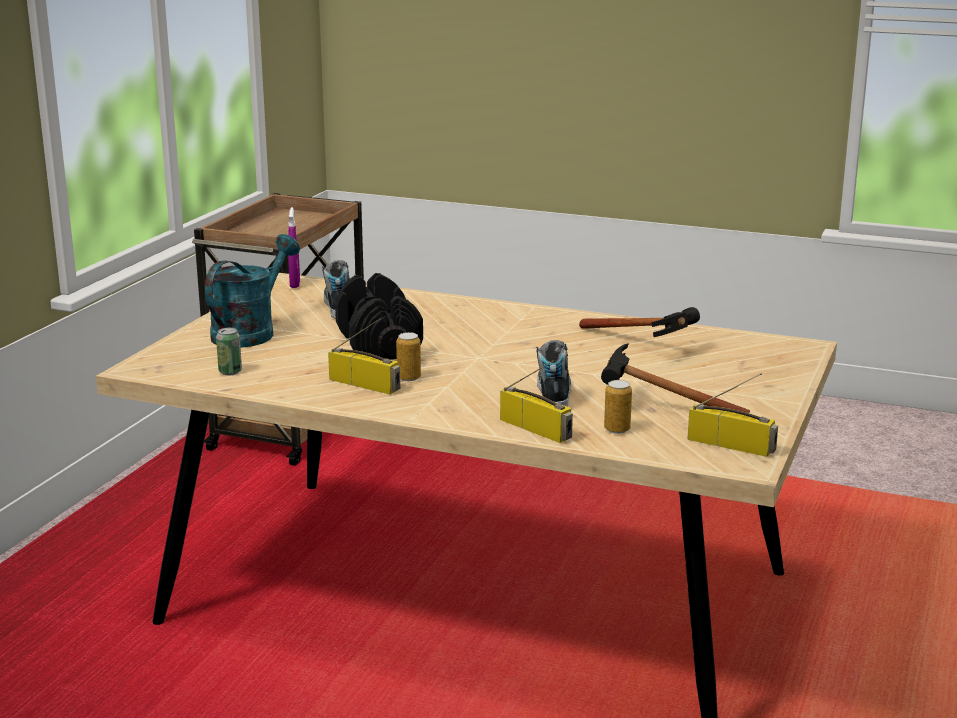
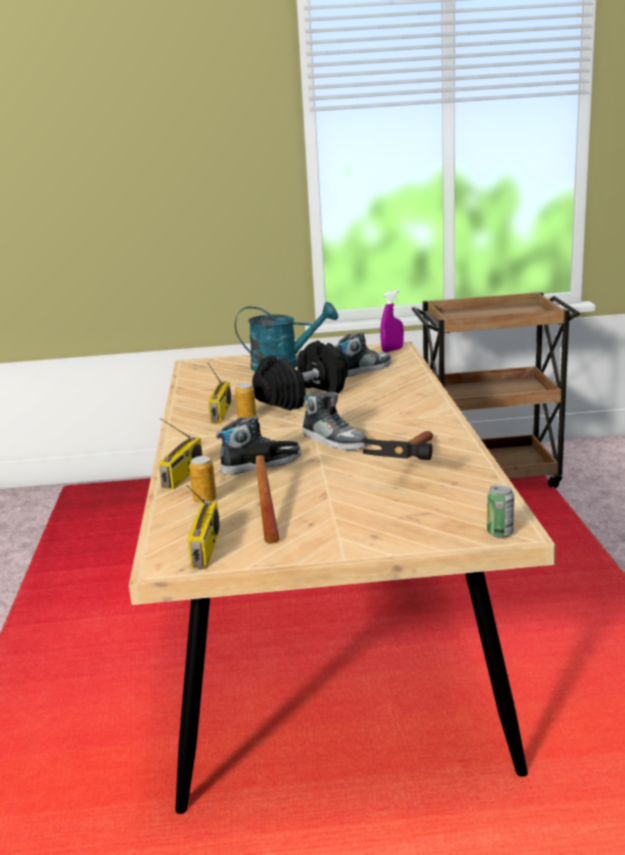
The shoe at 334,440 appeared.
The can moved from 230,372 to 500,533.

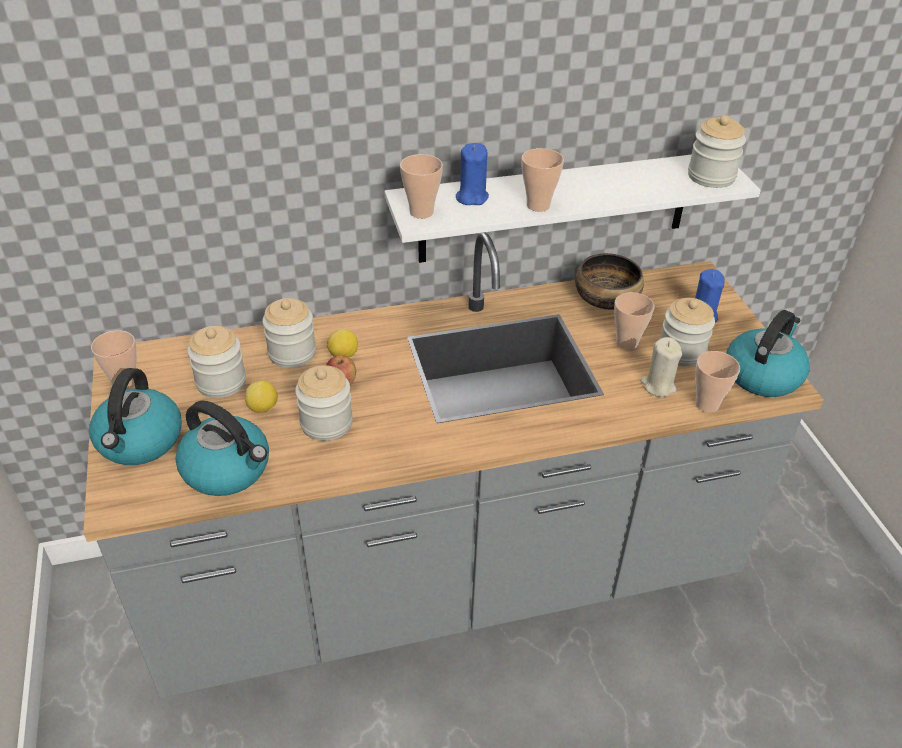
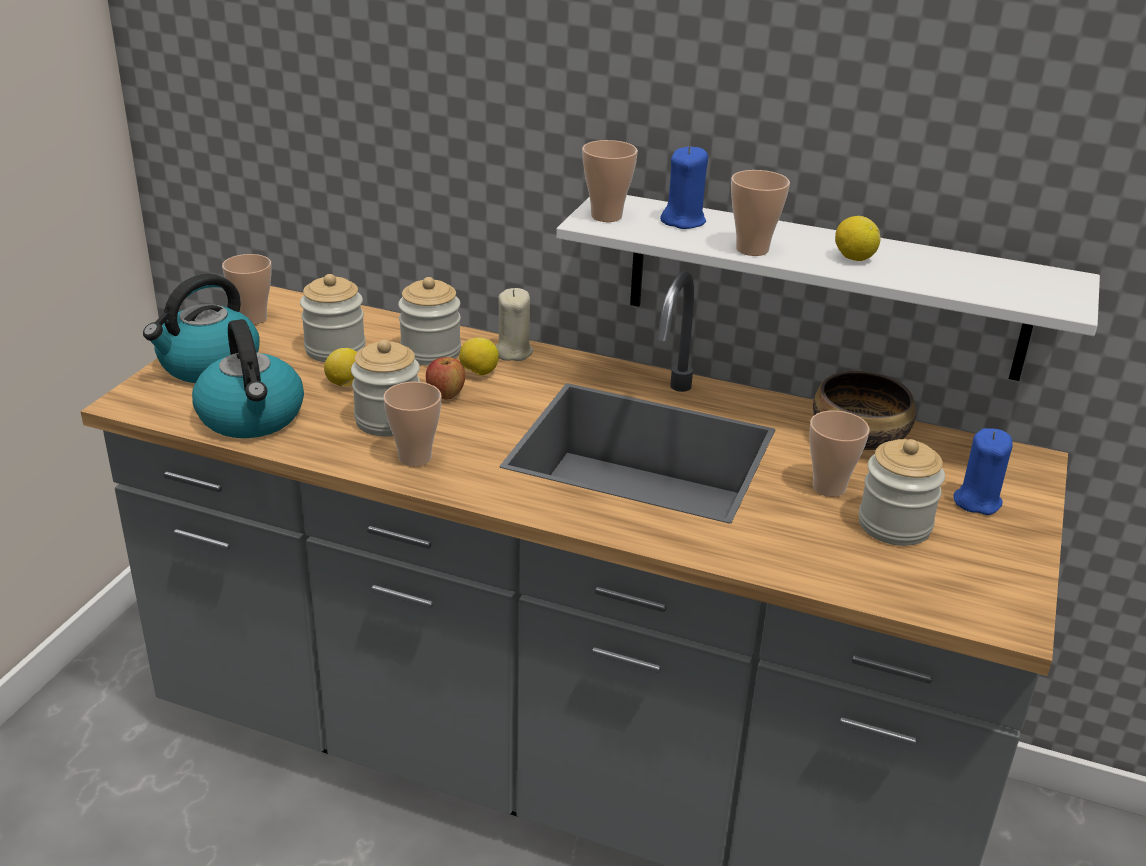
The jar at 711,176 disappeared.
The kettle at 762,374 disappeared.
The lemon at 853,258 appeared.
The beige_candle moved from 658,386 to 512,352.
The cup moved from 707,404 to 415,458.

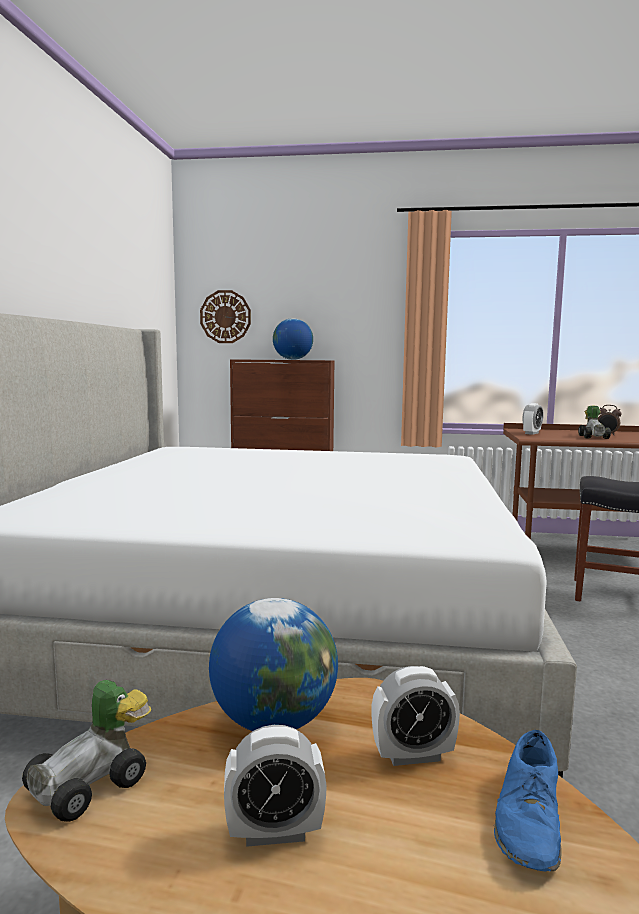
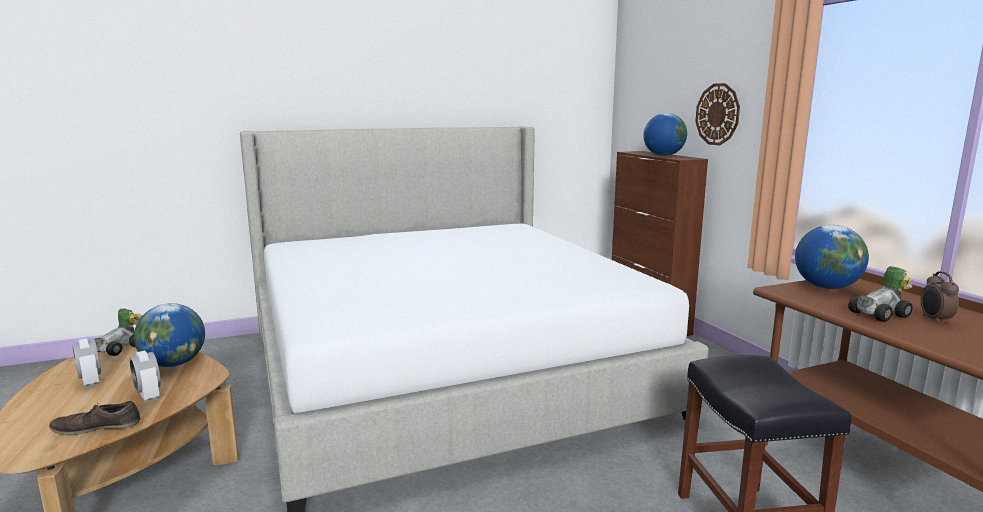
The wall_clock moved from 225,317 to 717,114.
The alarm_clock at 531,433 was replaced by the globe at 826,287.
The blue_shoe at 529,818 became the brown_shoe at 97,427.
The toy_car at 94,784 turned 75 degrees counterclockwise.

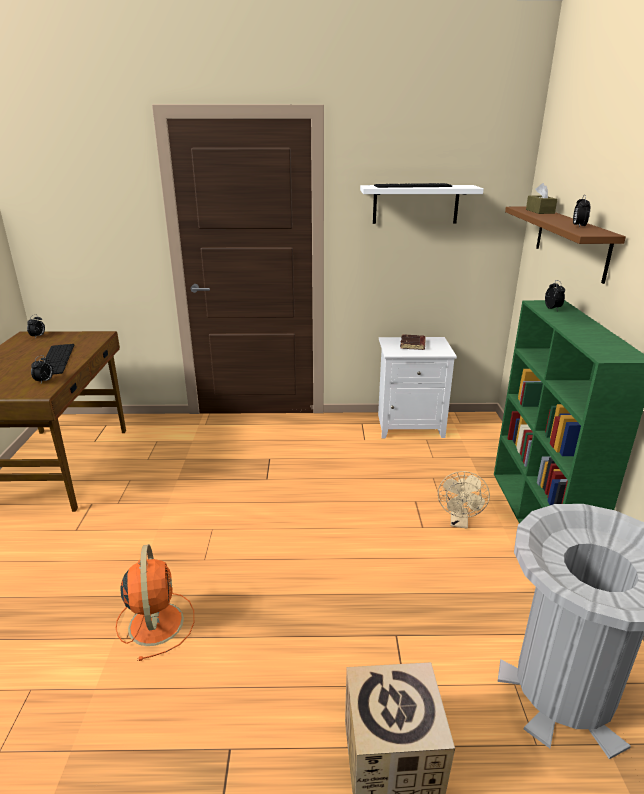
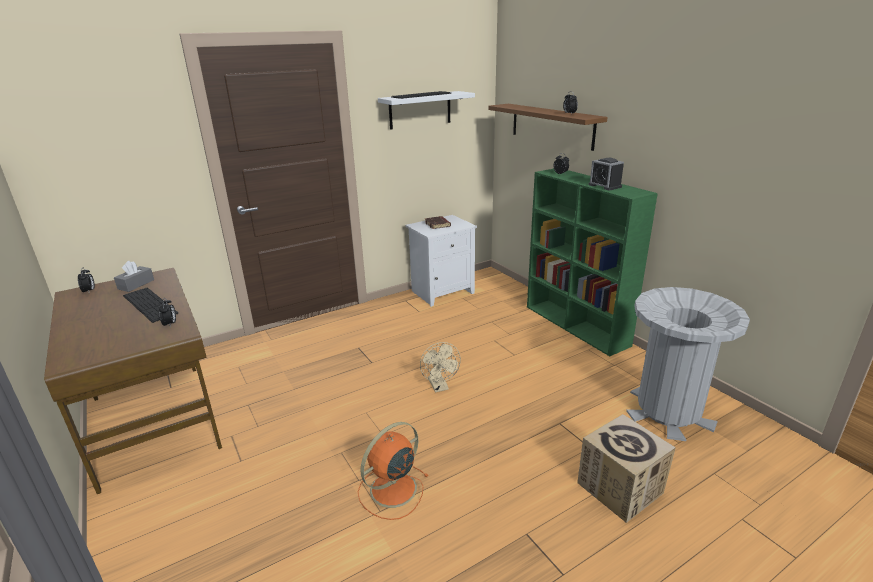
The brown_tissue_box at 540,211 disappeared.
The grey_tissue_box at 136,284 appeared.
The alarm_clock at 605,186 appeared.
The beige_fan moved from 459,522 to 440,387.
The orange_fan at 156,622 turned 90 degrees counterclockwise.

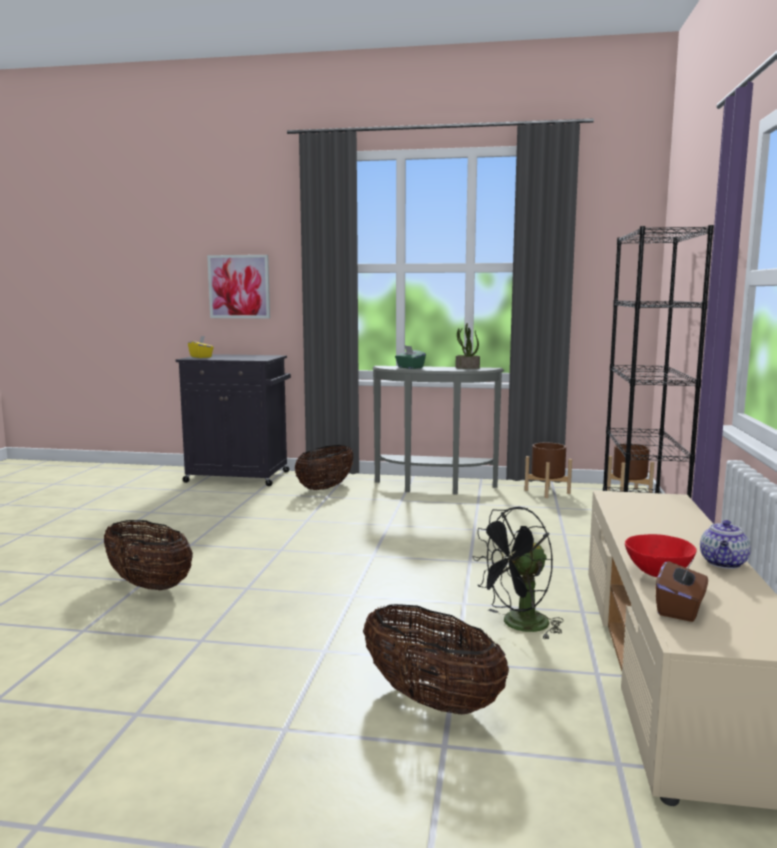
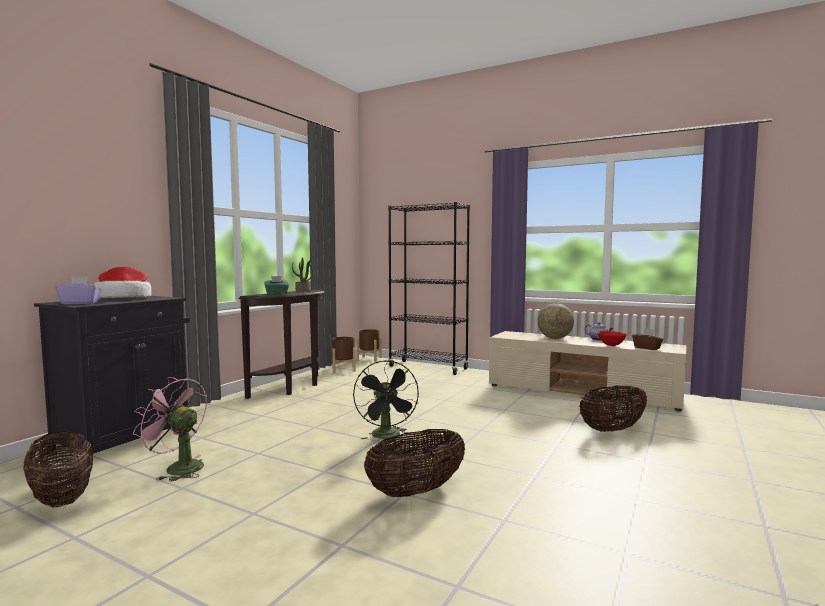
The picture at 239,286 disappeared.
The hat at 124,298 appeared.
The pink_fan at 178,468 appeared.
The globe at 555,338 appeared.
The basket moved from 325,488 to 62,498.
The black_fan moved from 518,625 to 387,437.
The yellow_tissue_box at 201,357 became the purple_tissue_box at 80,303.
The grey_console_table at 434,488 became the brown_console_table at 293,387.

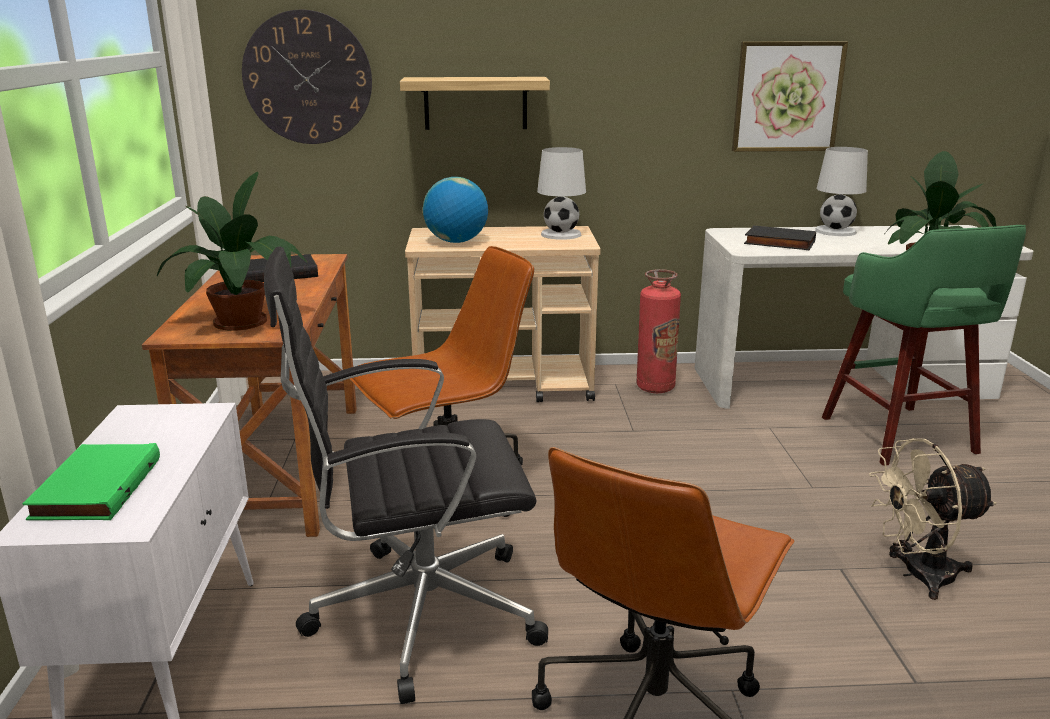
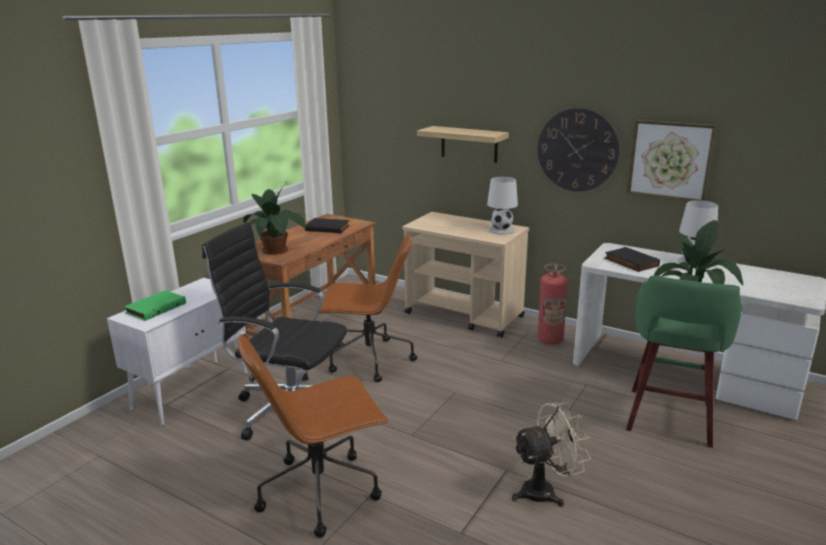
The globe at 456,241 disappeared.
The wall_clock moved from 307,78 to 577,150.
The beige_fan at 917,575 turned 135 degrees clockwise.

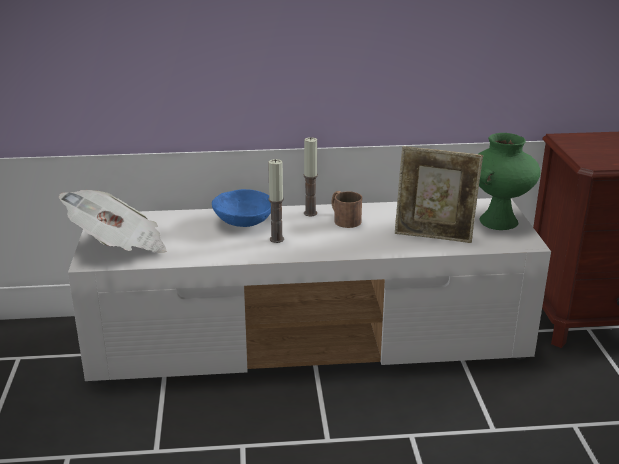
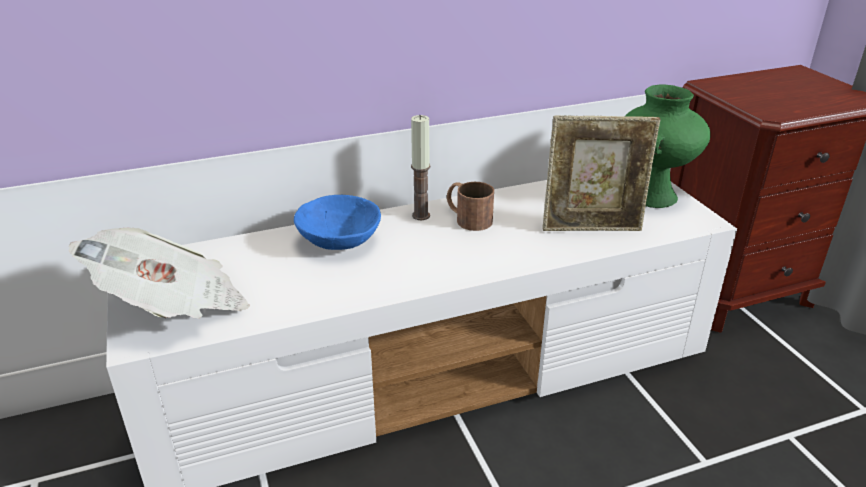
The candle at 276,239 disappeared.

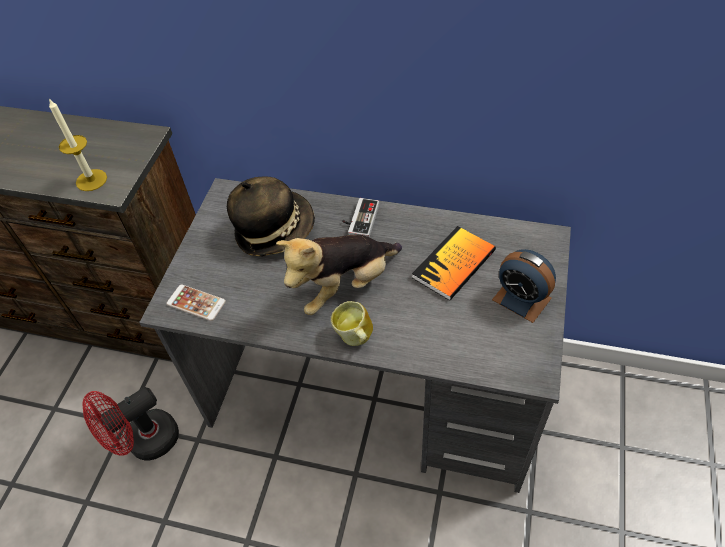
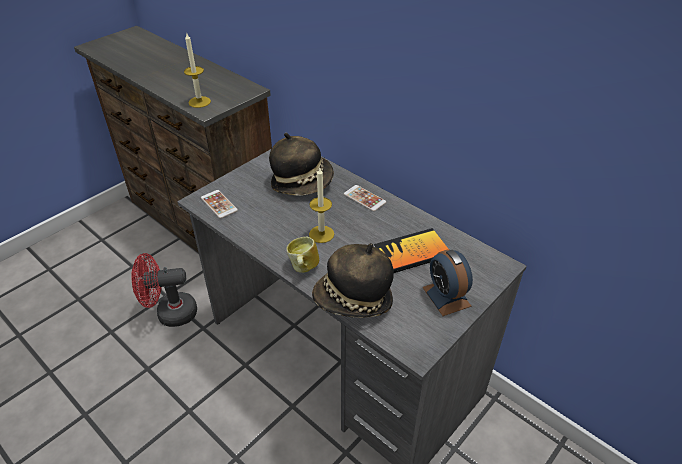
The hat at 353,300 appeared.
The plush_toy at 344,286 was replaced by the candle at 321,234.
The game_controller at 359,220 was replaced by the phone at 364,198.

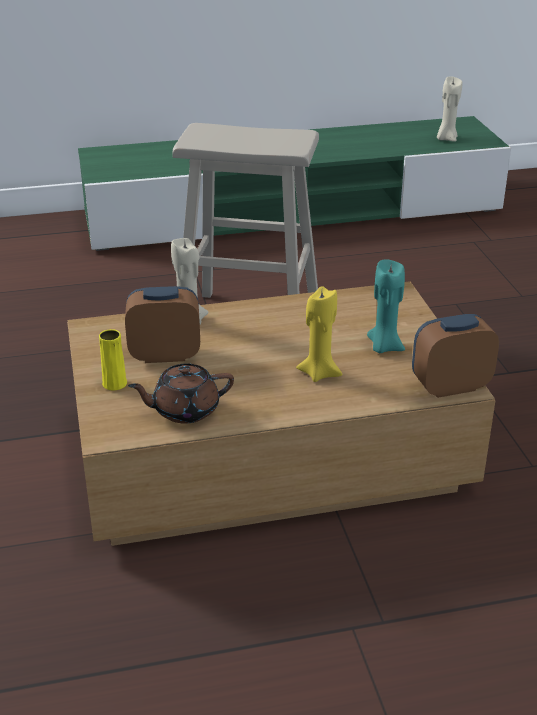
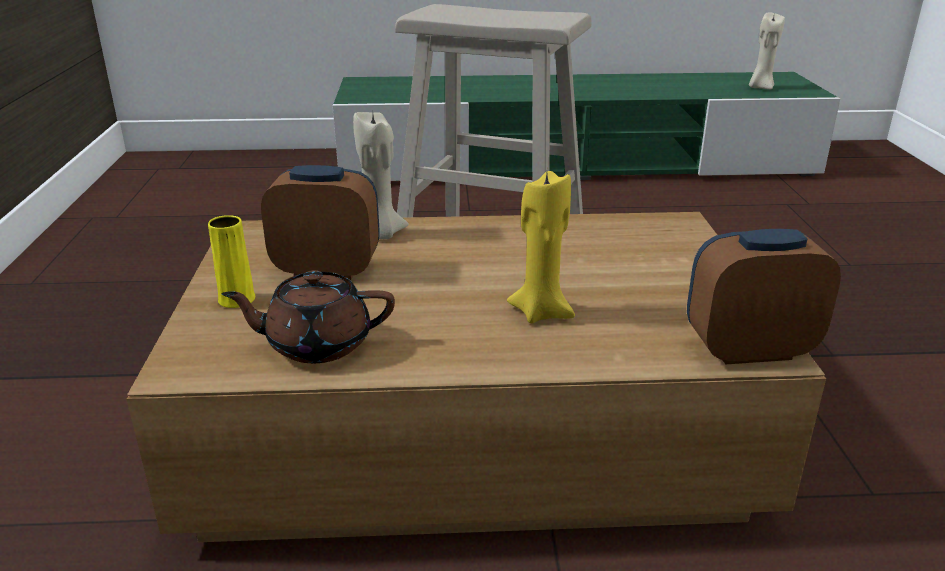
The turquoise_candle at 384,347 disappeared.

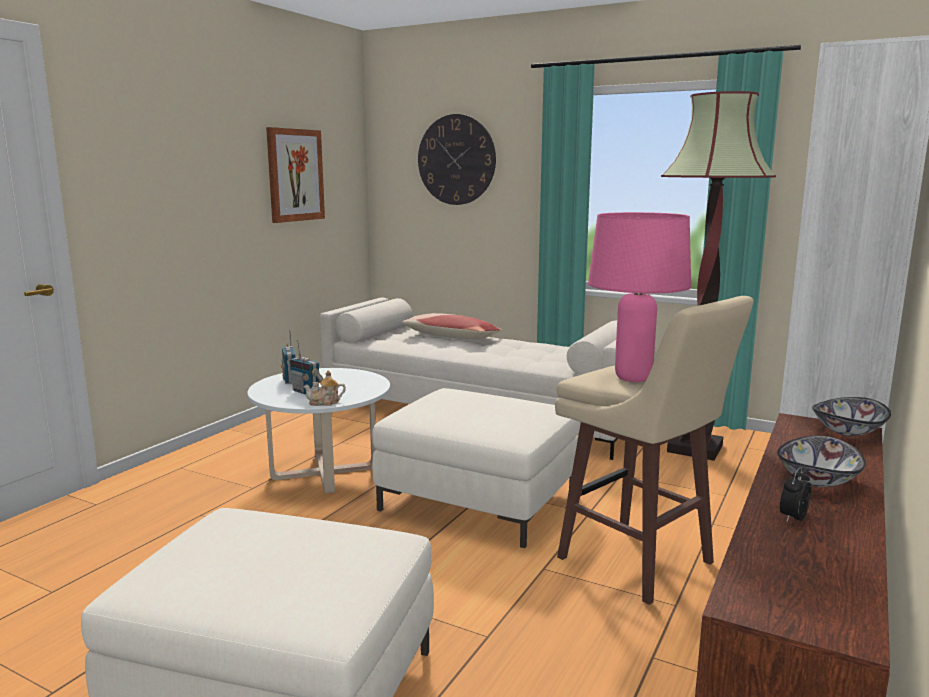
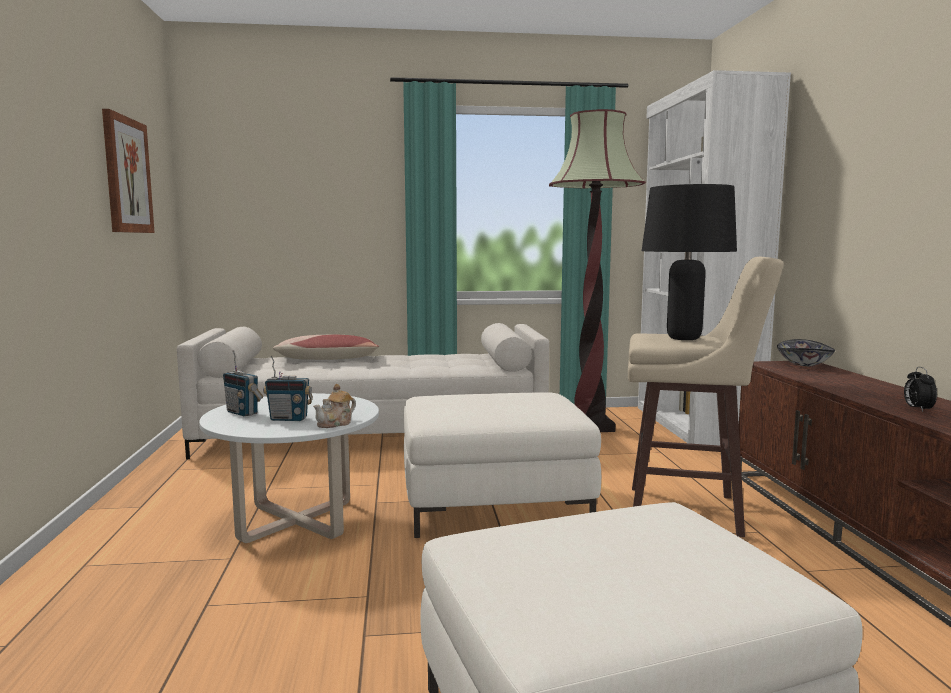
The wall_clock at 456,160 disappeared.
The bowl at 818,480 disappeared.
The pink_table_lamp at 634,379 became the black_table_lamp at 684,338.

